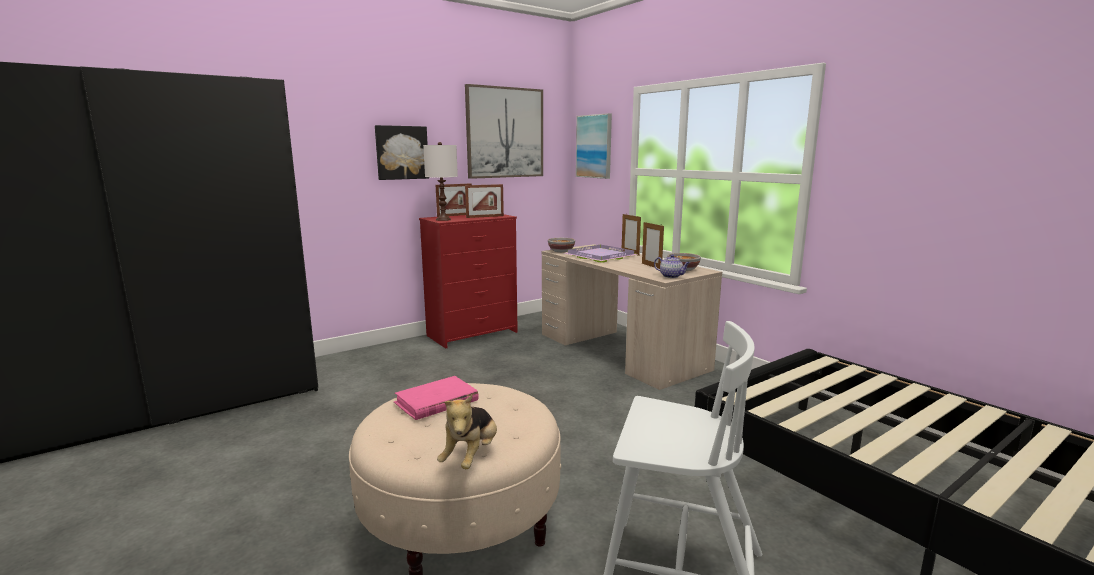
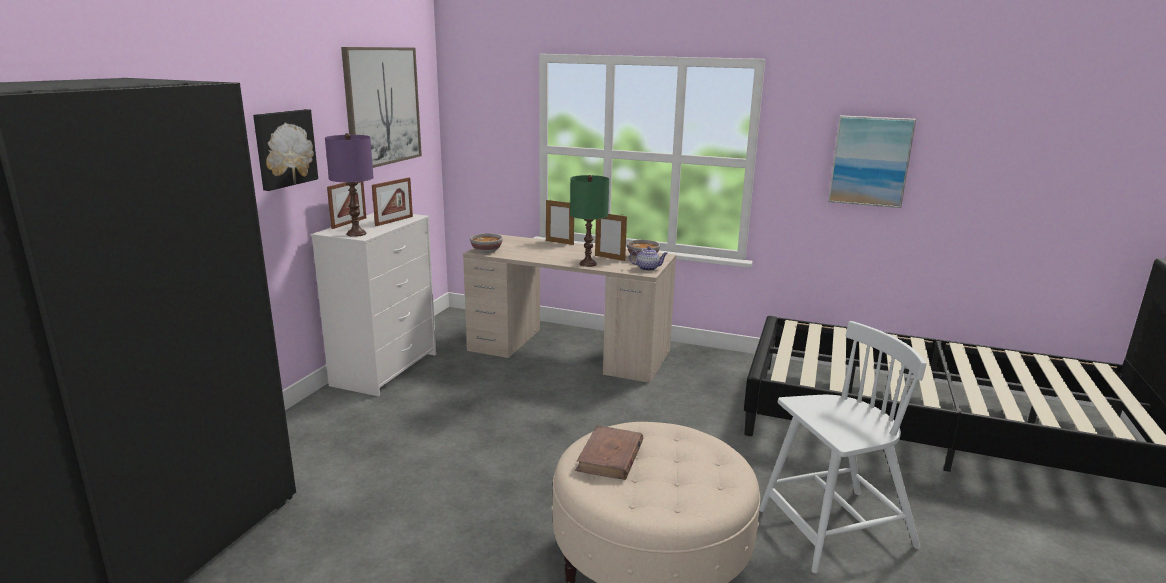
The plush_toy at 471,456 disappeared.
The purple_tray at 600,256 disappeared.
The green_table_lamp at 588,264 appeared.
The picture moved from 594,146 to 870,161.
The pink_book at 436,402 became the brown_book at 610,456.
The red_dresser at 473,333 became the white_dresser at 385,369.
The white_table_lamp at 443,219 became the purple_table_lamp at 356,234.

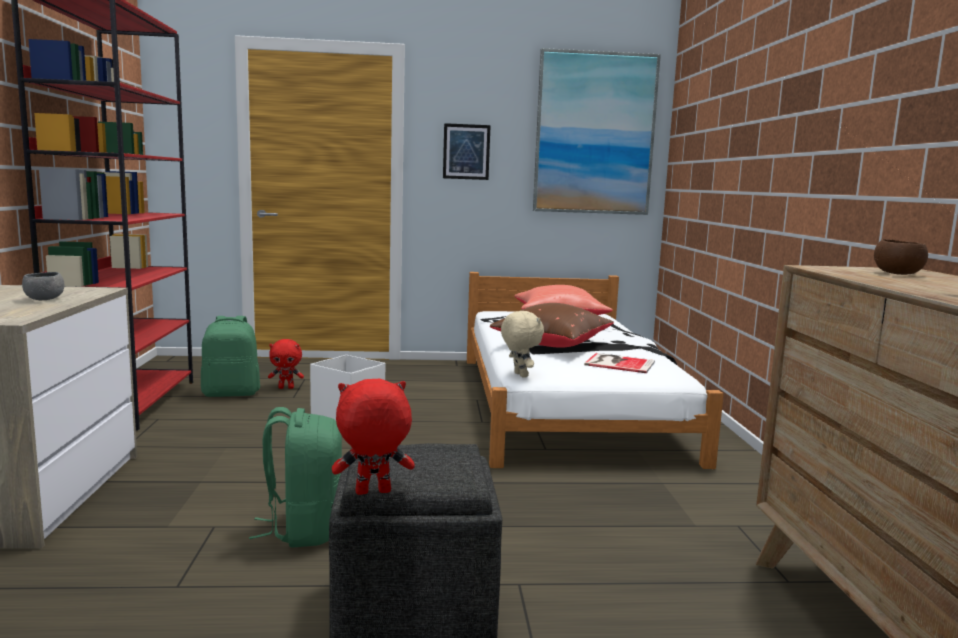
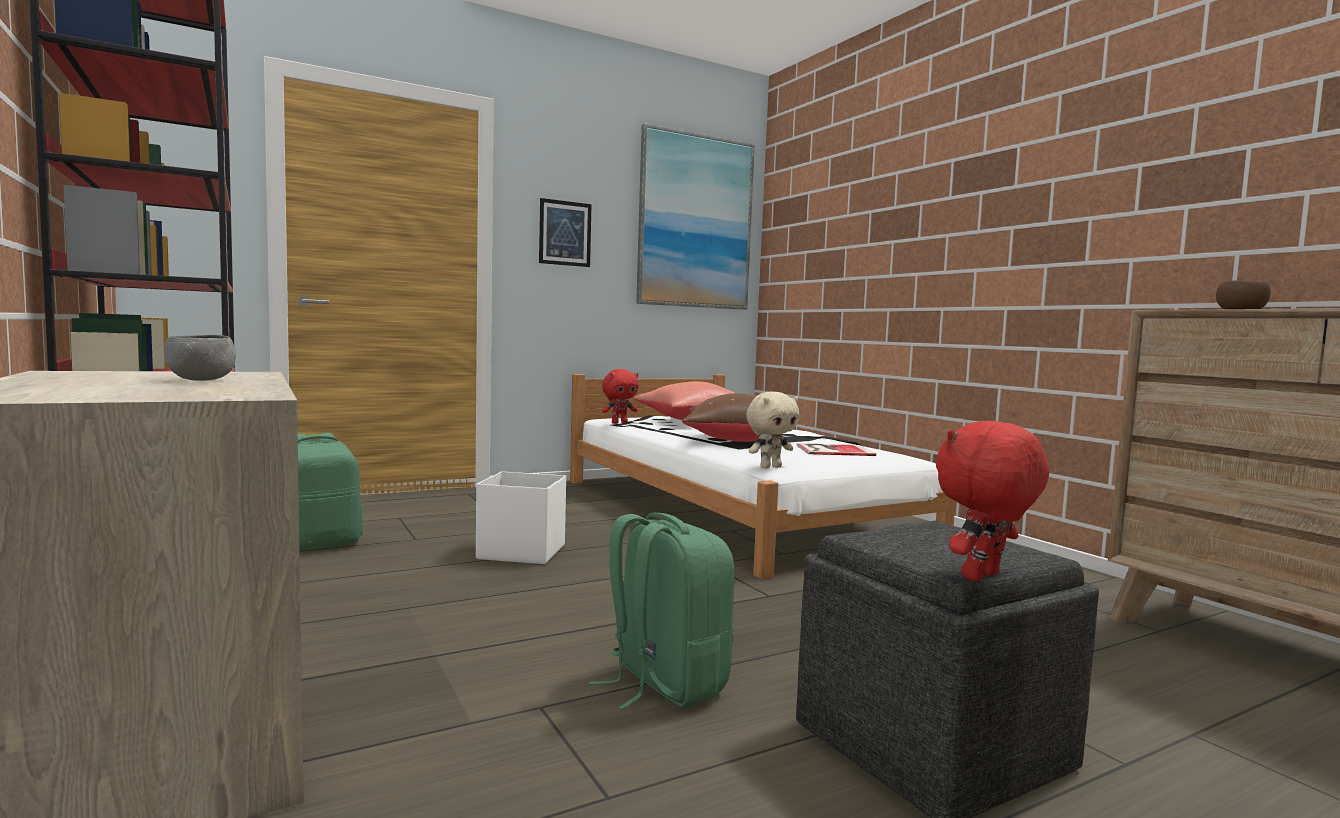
The red_plush_toy moved from 286,387 to 619,423.
The beige_plush_toy at 519,375 turned 105 degrees clockwise.

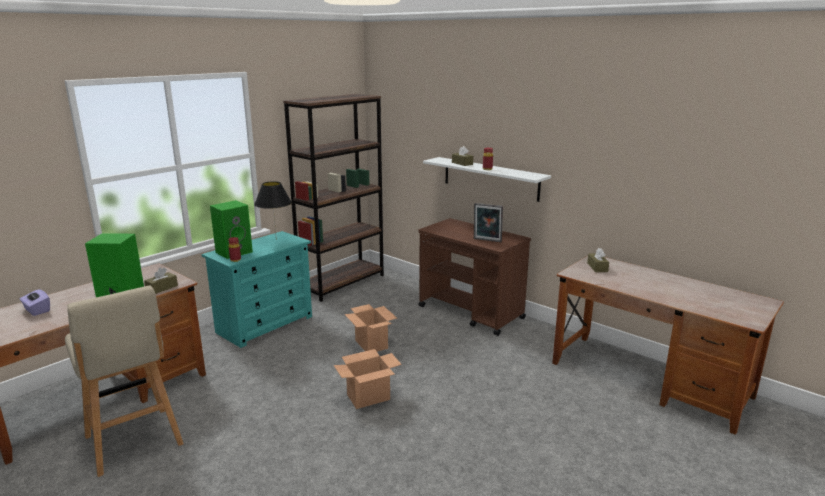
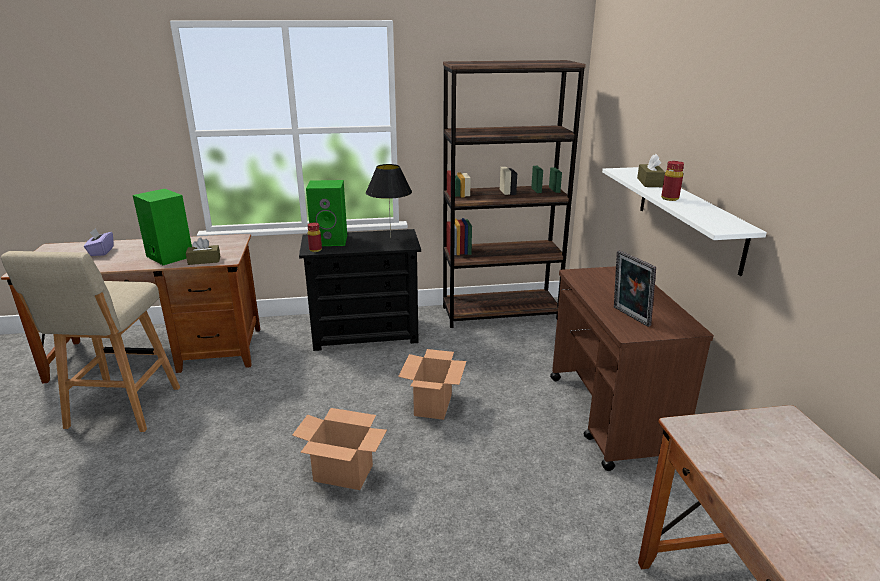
The brown_tissue_box at 597,267 disappeared.
The turquoise_dresser at 265,324 became the black_dresser at 366,333.

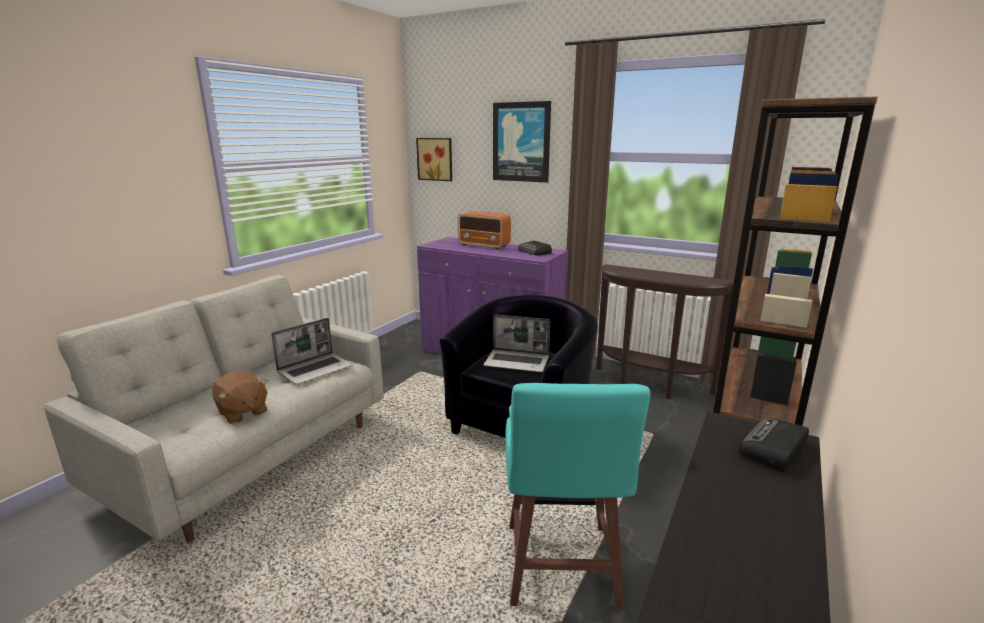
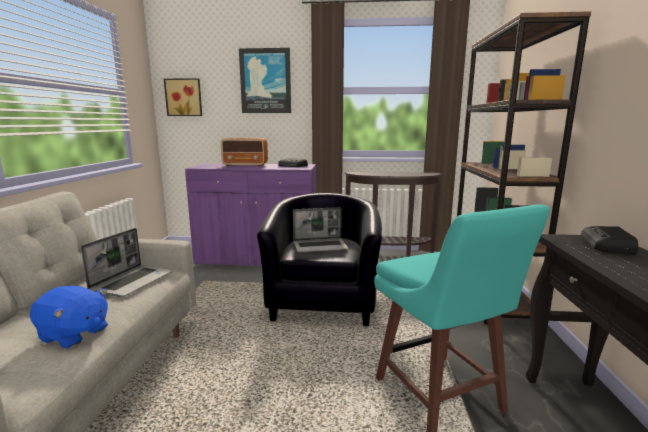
The brown_plush_toy at 242,412 became the blue_plush_toy at 74,334.

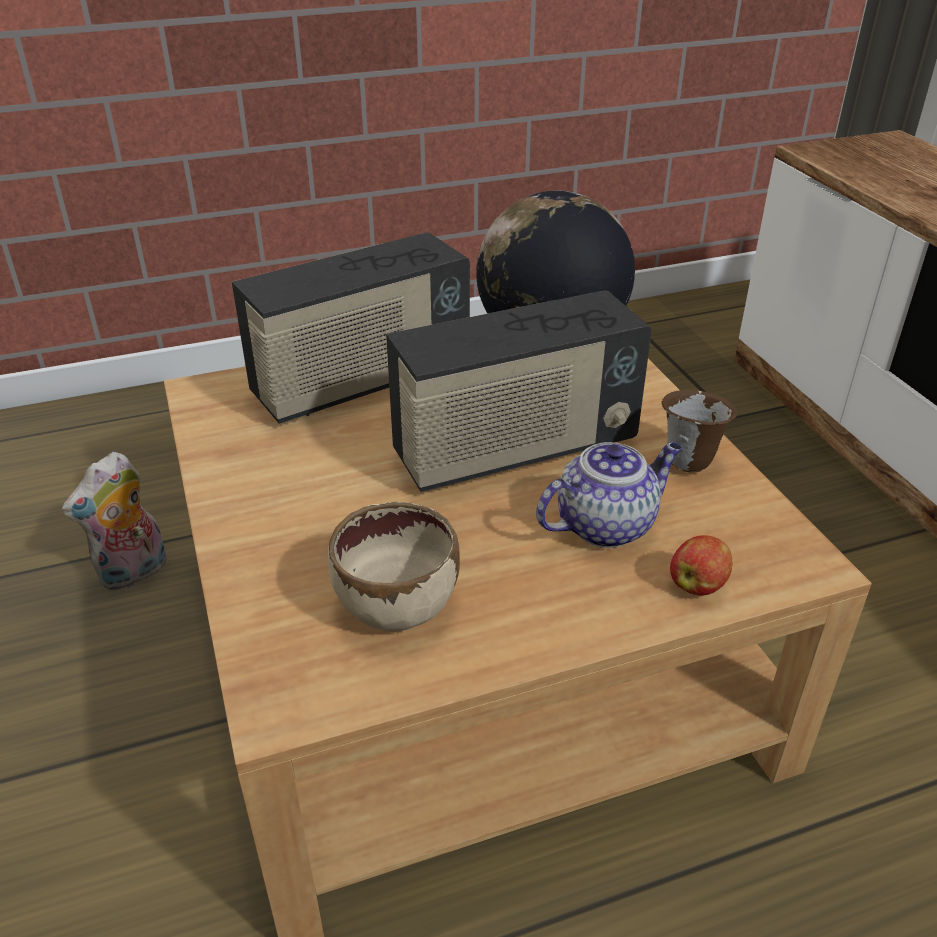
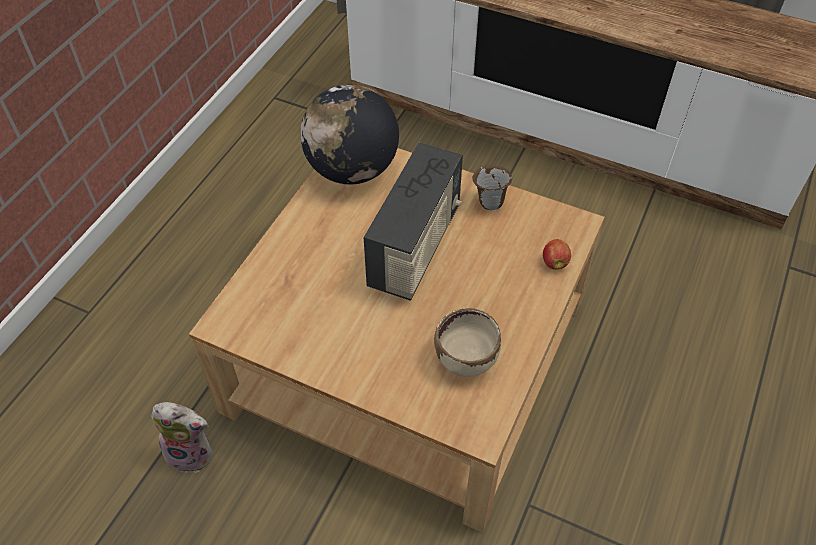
The radio at 362,382 disappeared.
The teapot at 606,524 disappeared.
The plush_toy at 134,573 turned 75 degrees counterclockwise.

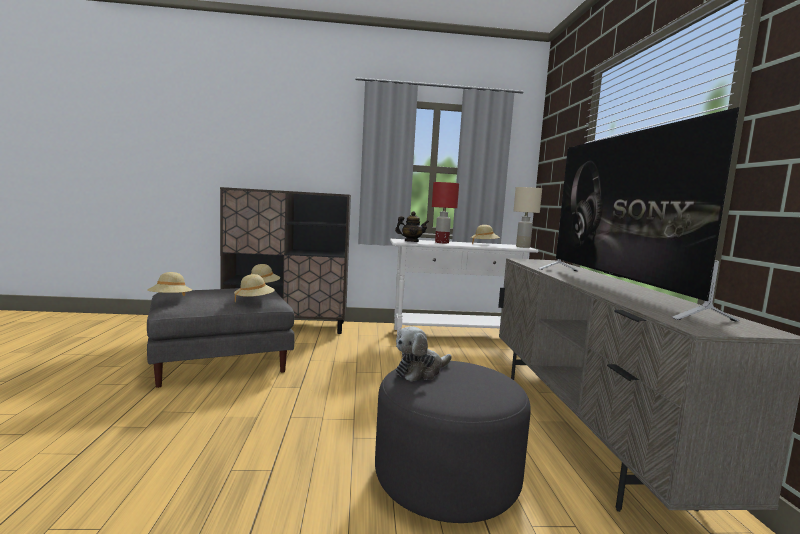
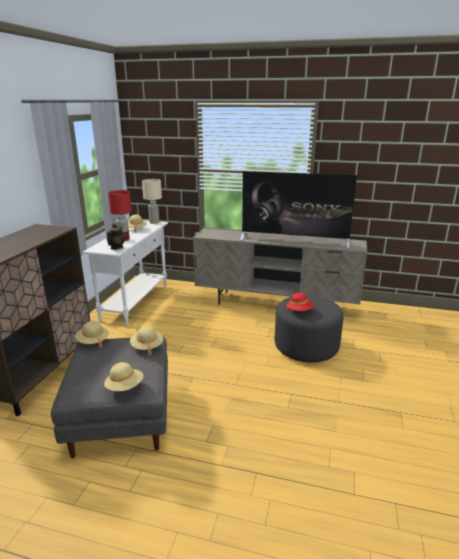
The plush_toy at 420,371 was replaced by the red_hat at 299,311.

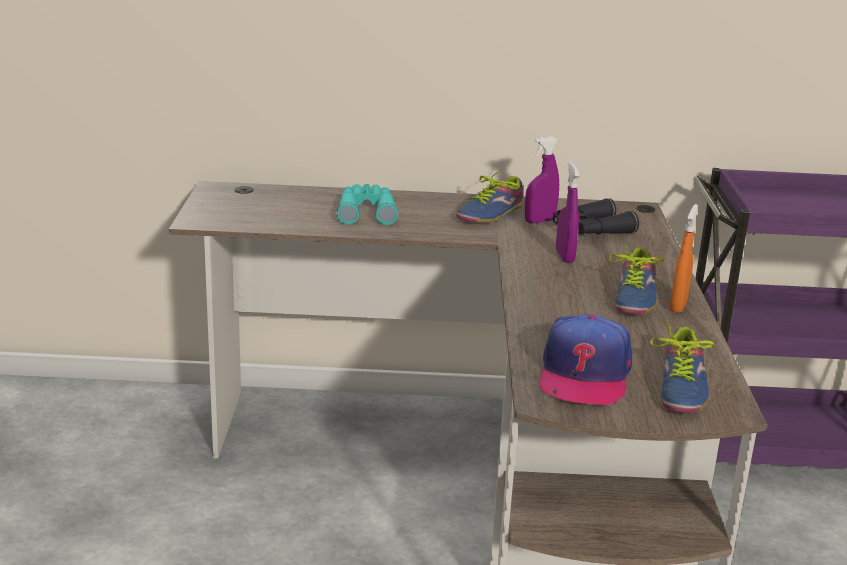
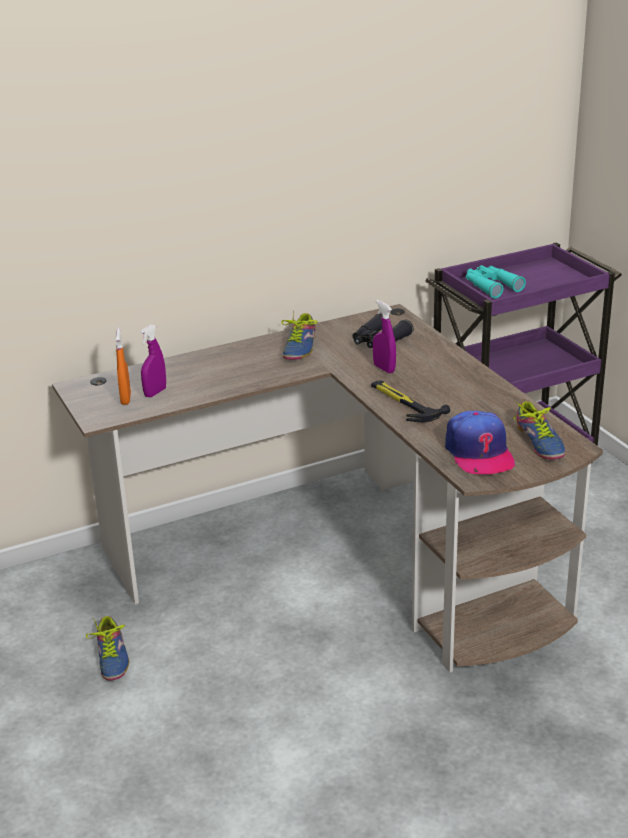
The hammer at 403,403 appeared.
The turquoise_binoculars moved from 366,212 to 491,286.
The purple_spray_bottle moved from 539,221 to 155,393.
The shoe moved from 630,297 to 109,658.
The orange_spray_bottle moved from 678,306 to 125,399.

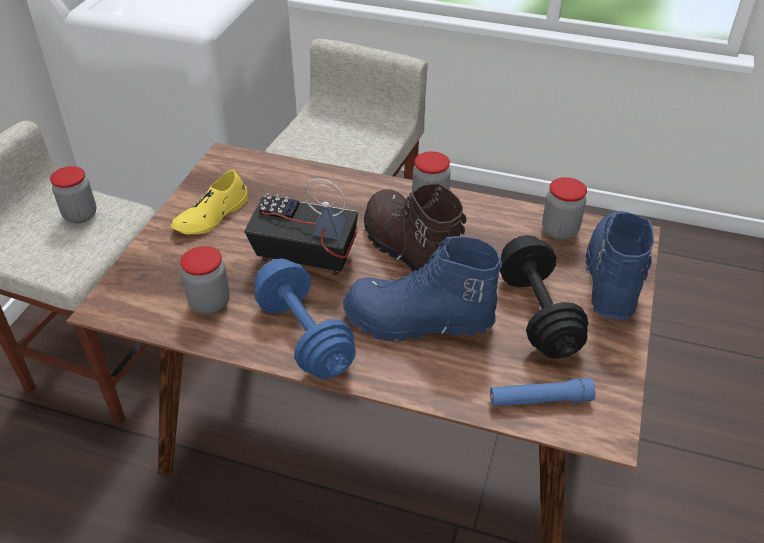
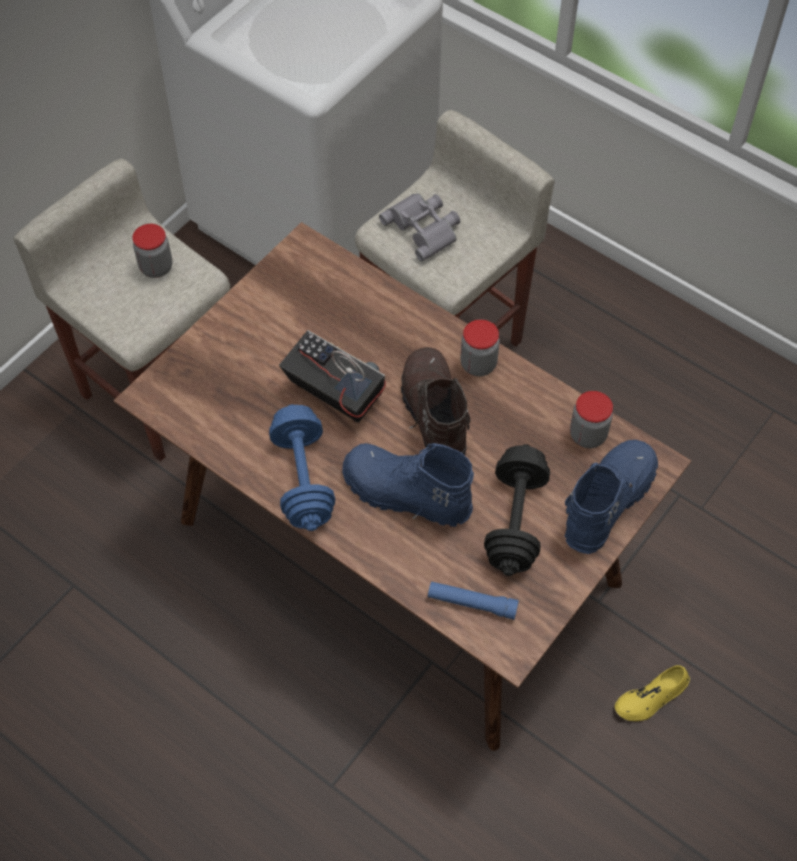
The jar at 210,303 disappeared.
The grey_binoculars at 424,228 appeared.
The yellow_shoe moved from 212,216 to 651,697.

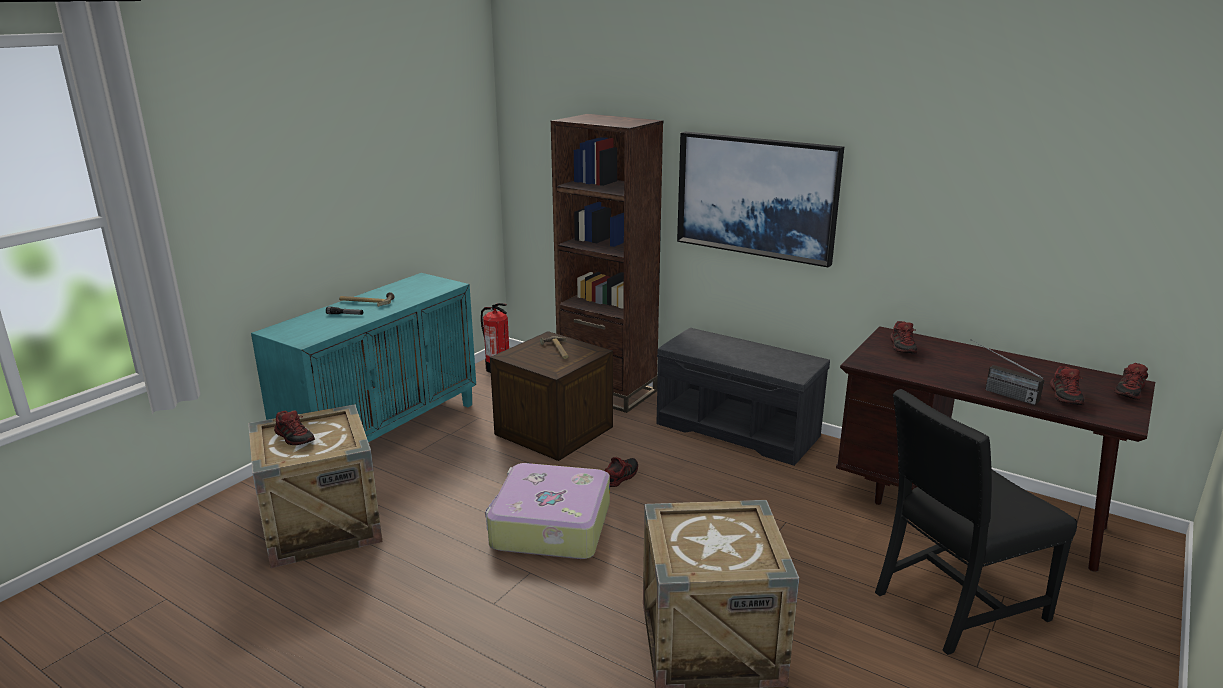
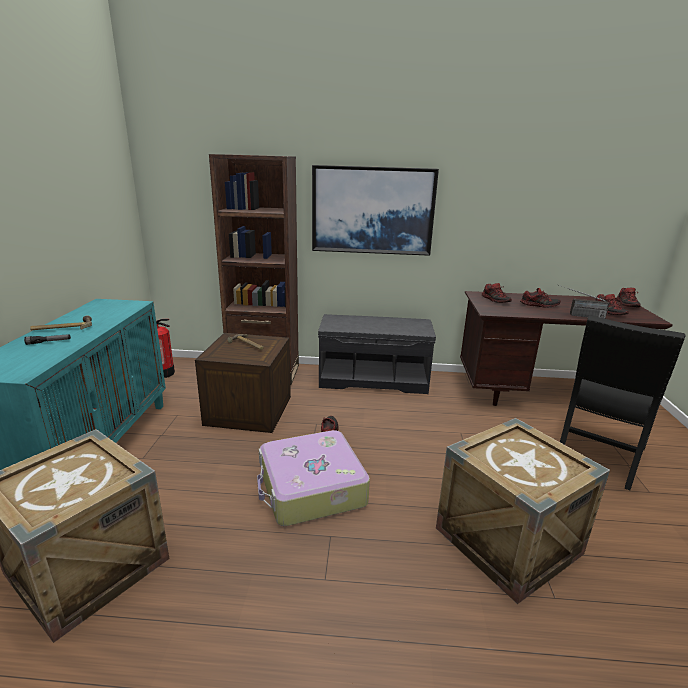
The shoe moved from 295,437 to 539,305.

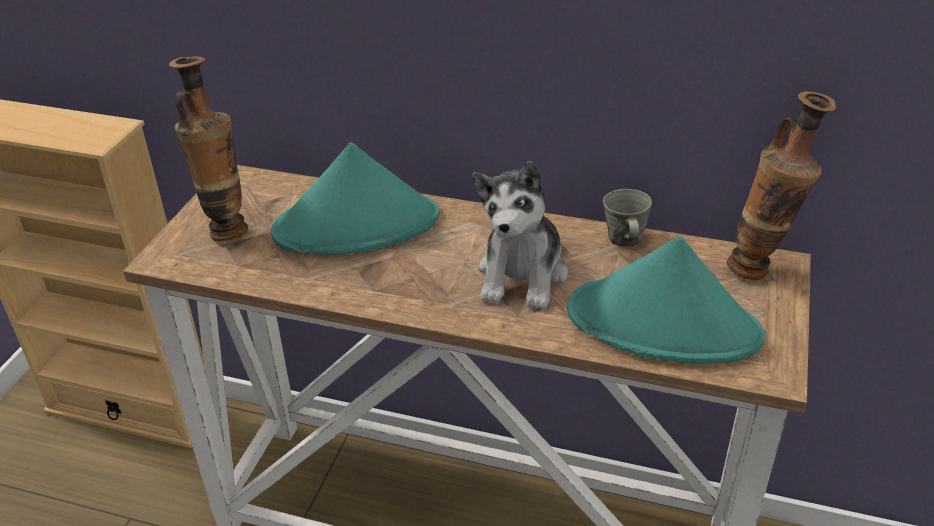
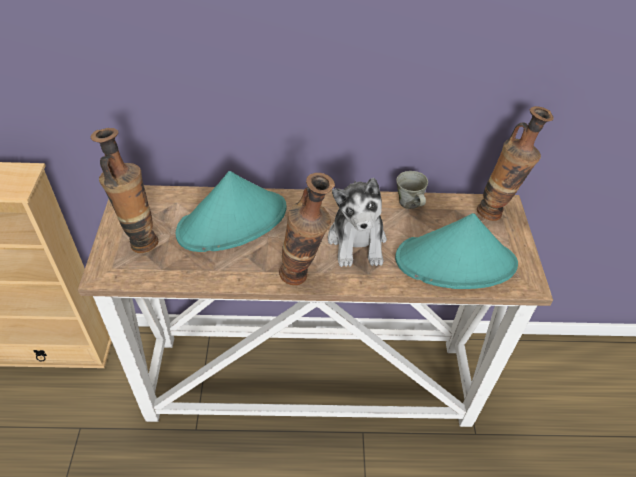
The vase at 303,277 appeared.

